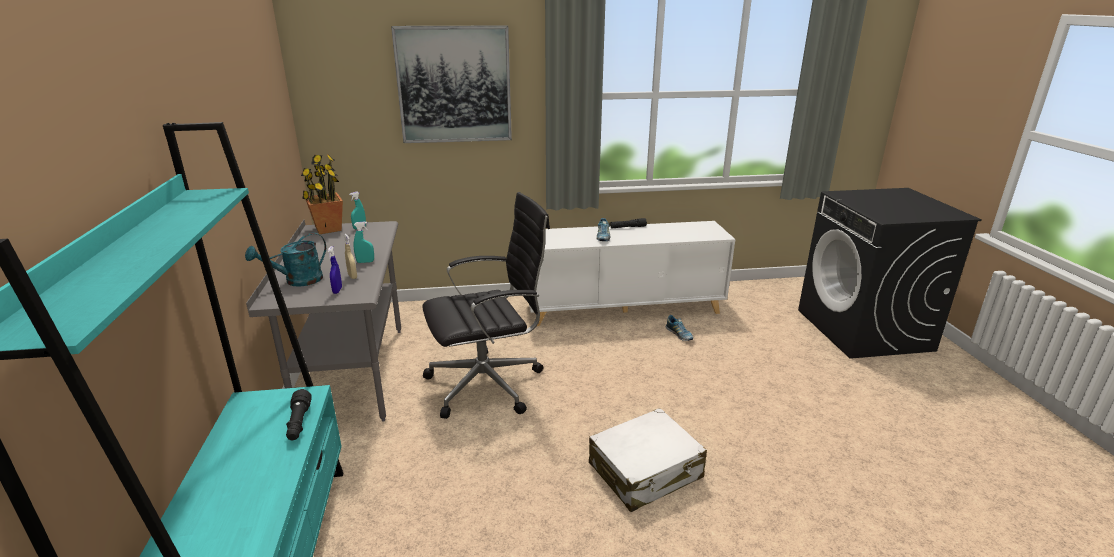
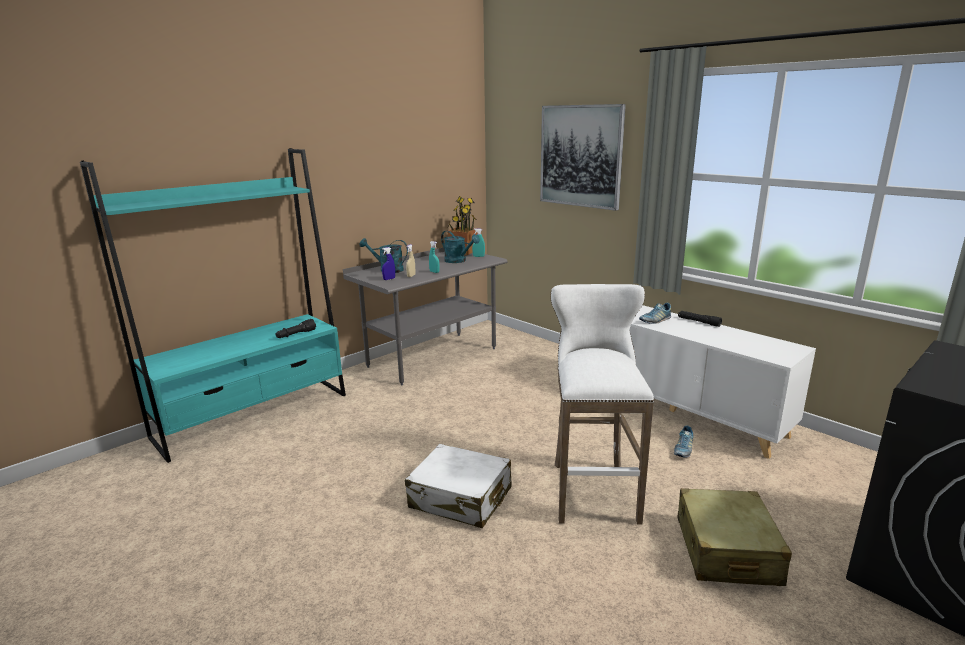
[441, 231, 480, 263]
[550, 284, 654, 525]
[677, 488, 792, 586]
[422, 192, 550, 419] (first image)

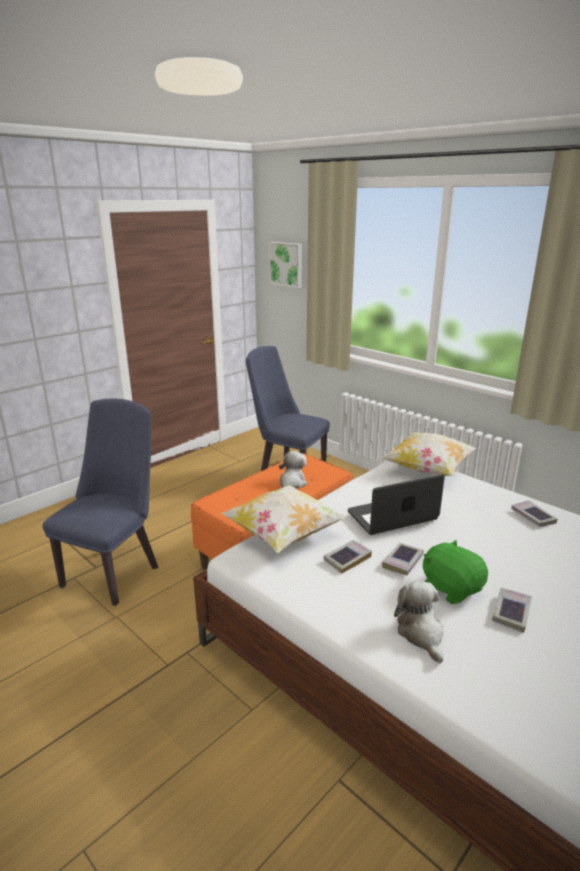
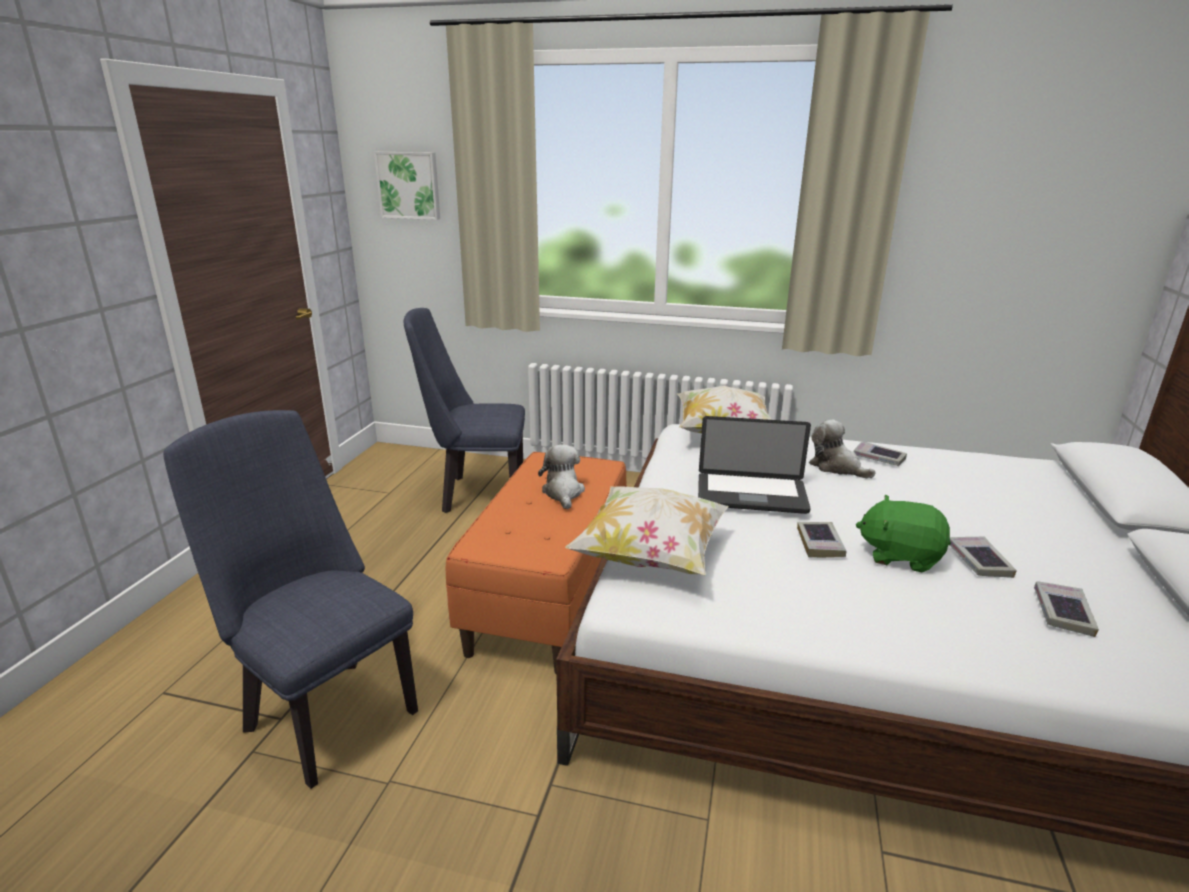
[163, 410, 418, 789]
[698, 416, 811, 514]
[809, 420, 876, 478]
[1034, 581, 1099, 637]

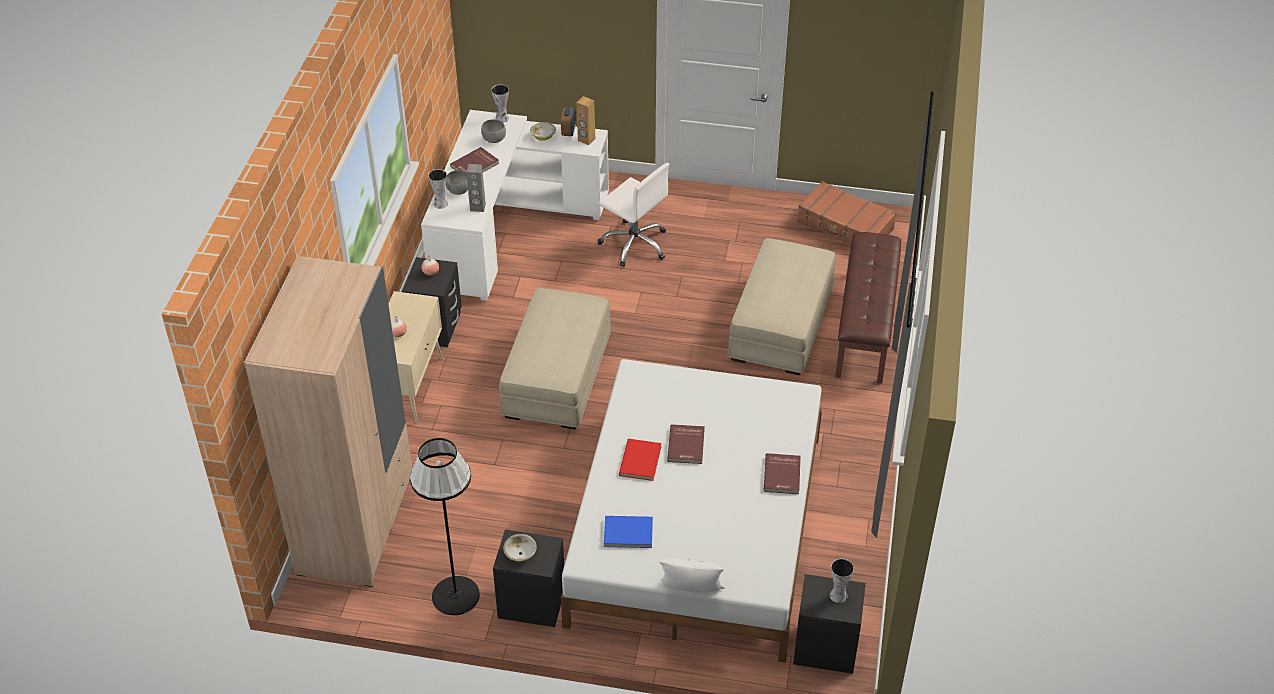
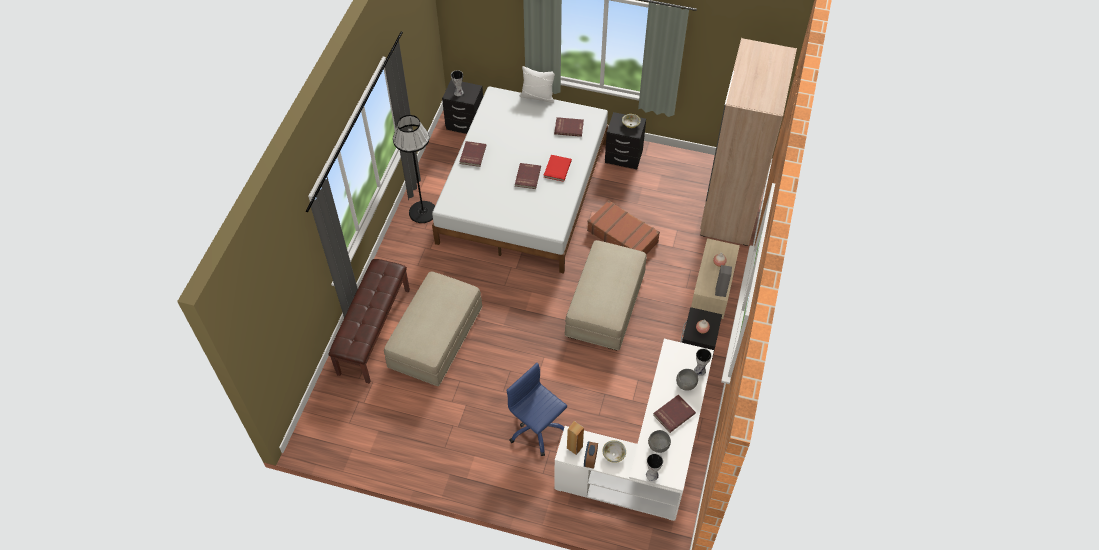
[393, 115, 435, 223]
[506, 363, 567, 456]
[554, 117, 584, 137]
[587, 200, 660, 254]
[715, 265, 732, 297]

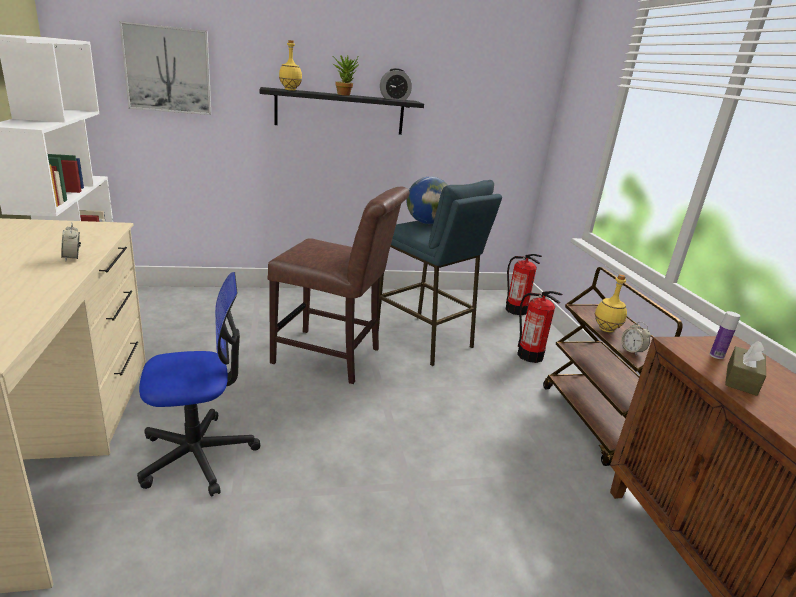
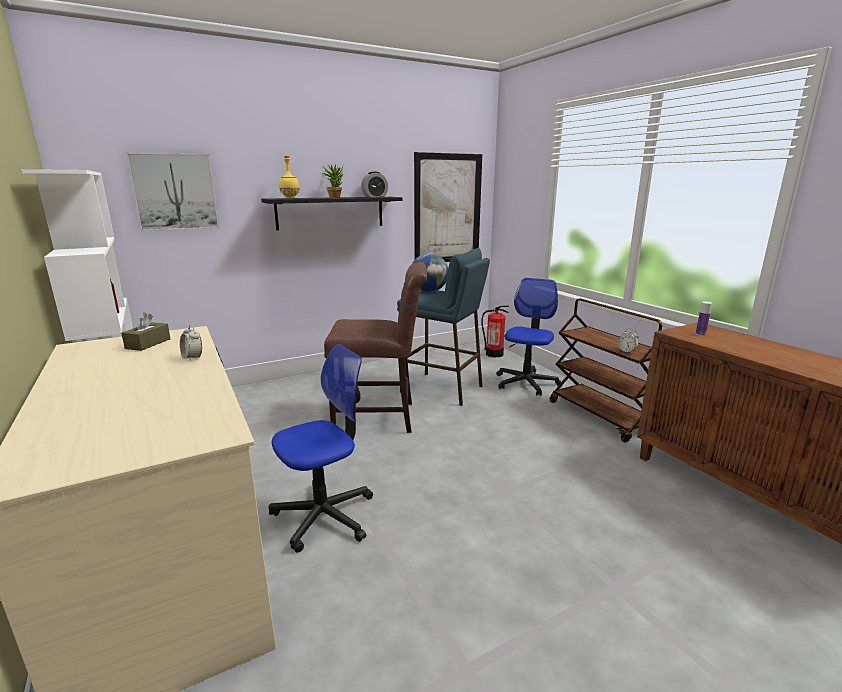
[121, 312, 171, 351]
[414, 152, 482, 262]
[496, 278, 561, 396]
[595, 274, 627, 332] (first image)

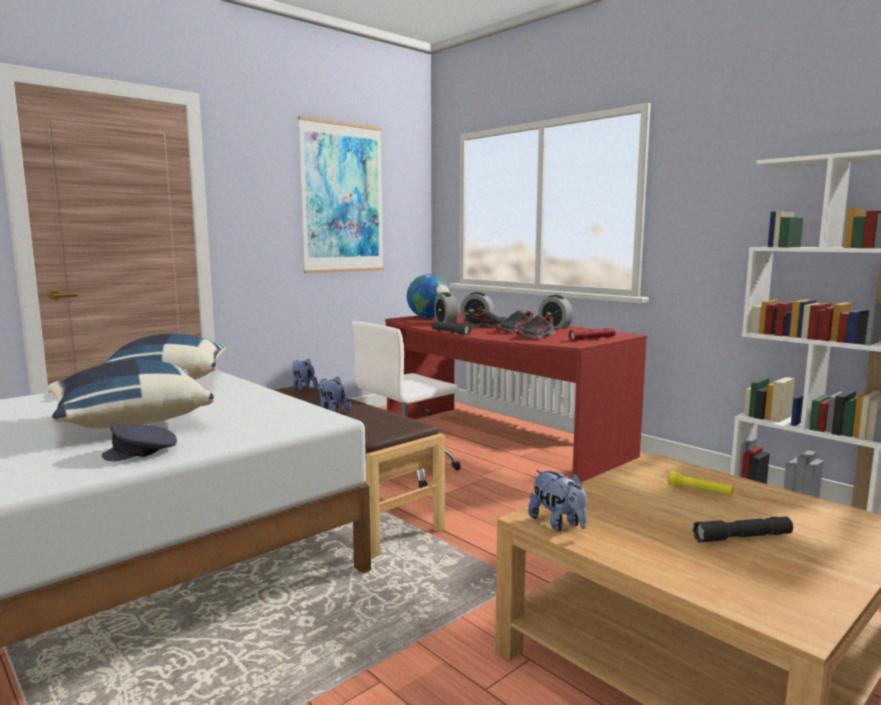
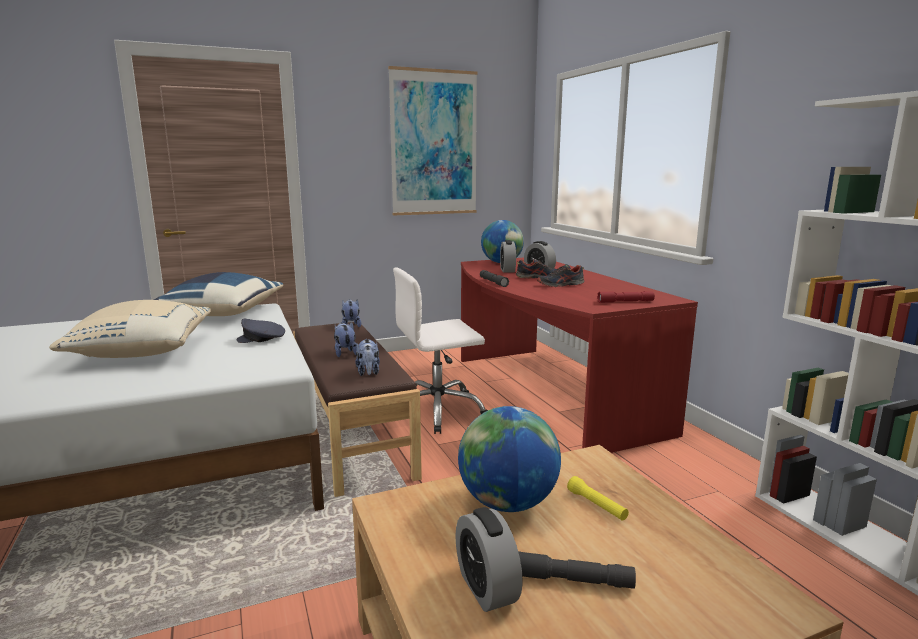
[49, 300, 211, 358]
[237, 318, 285, 343]
[355, 339, 380, 376]
[455, 507, 523, 612]
[458, 406, 561, 512]
[516, 315, 555, 339] (first image)

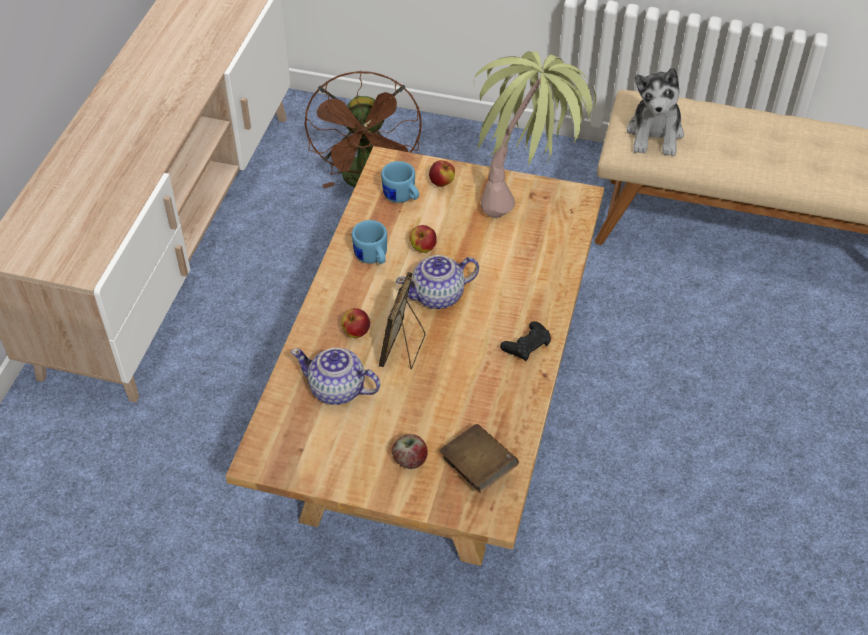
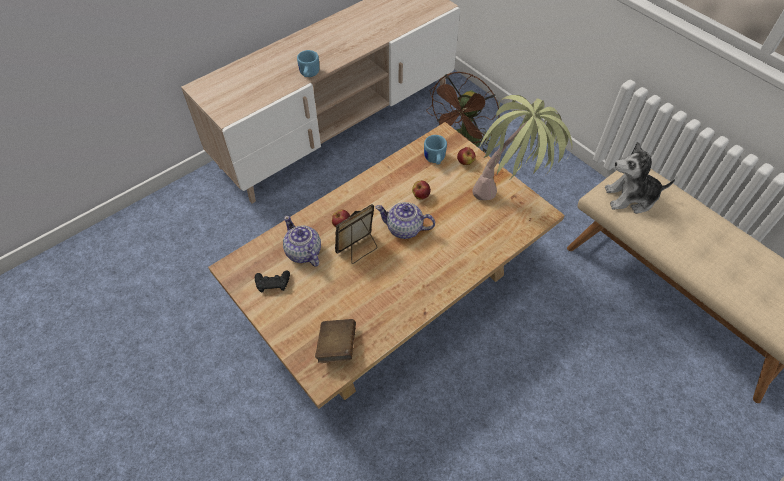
[255, 270, 290, 293]
[297, 50, 319, 77]
[605, 142, 675, 214]
[392, 434, 428, 469] (first image)

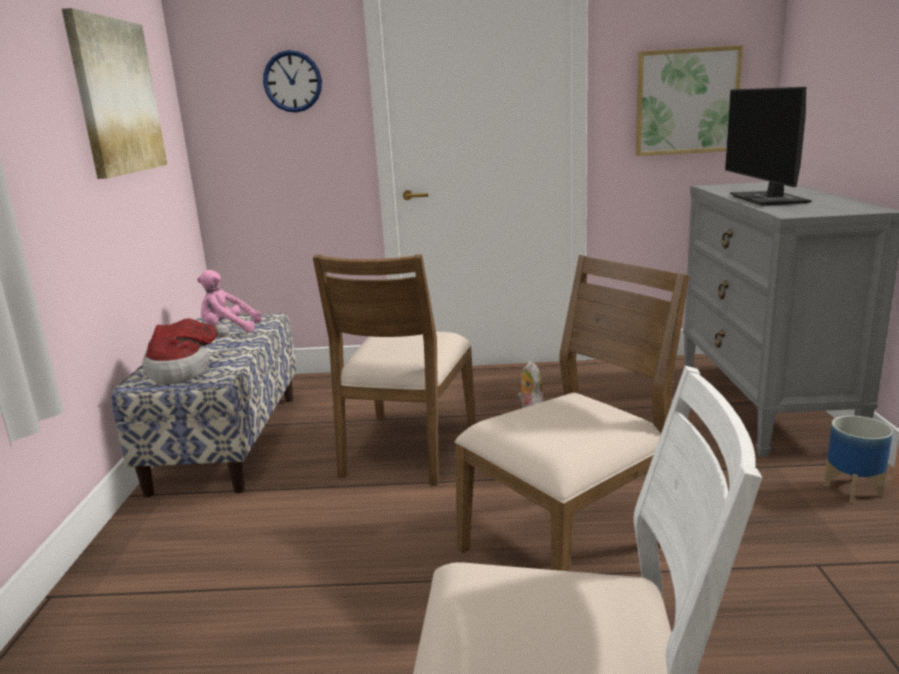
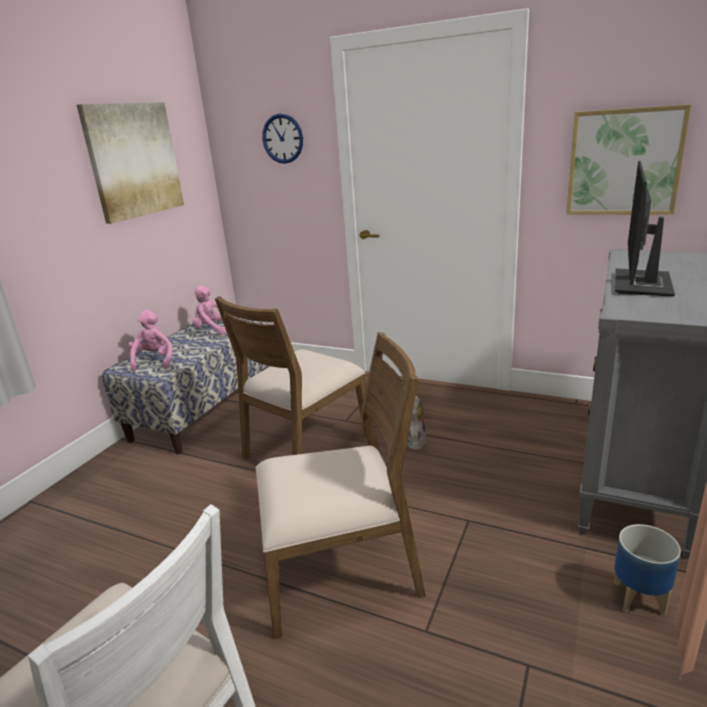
[128, 310, 172, 371]

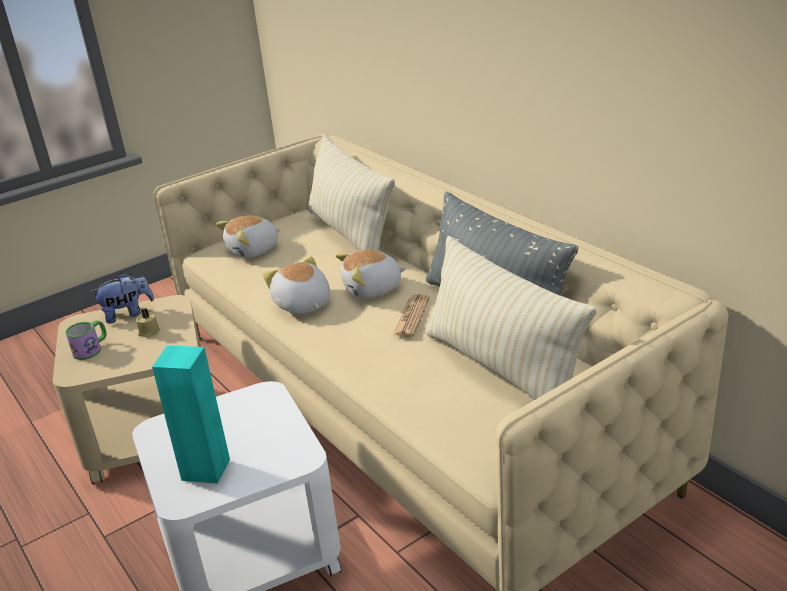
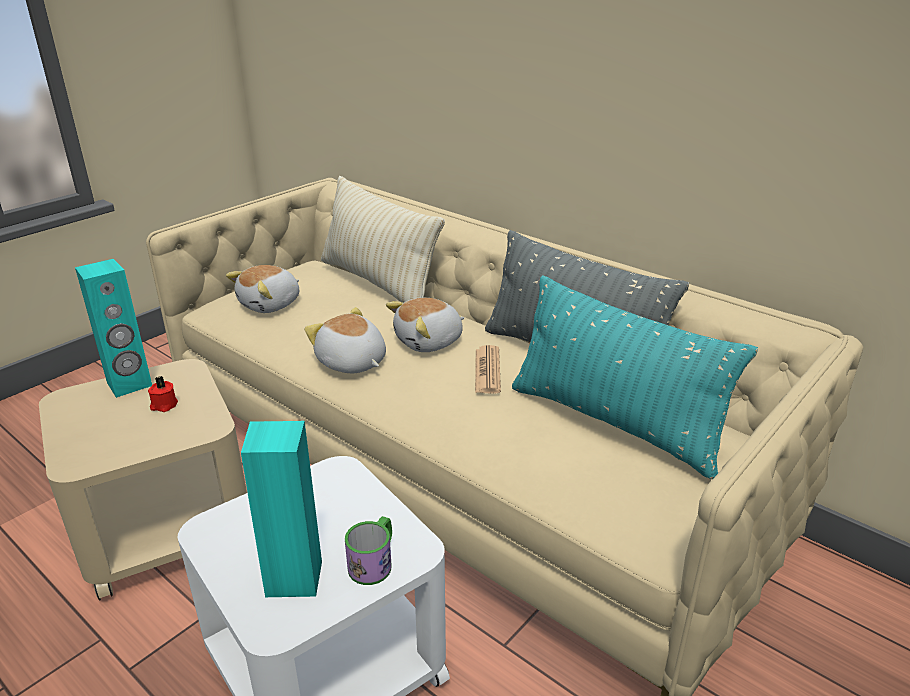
[75, 259, 152, 398]
[148, 376, 178, 412]
[345, 516, 392, 585]
[512, 275, 758, 479]

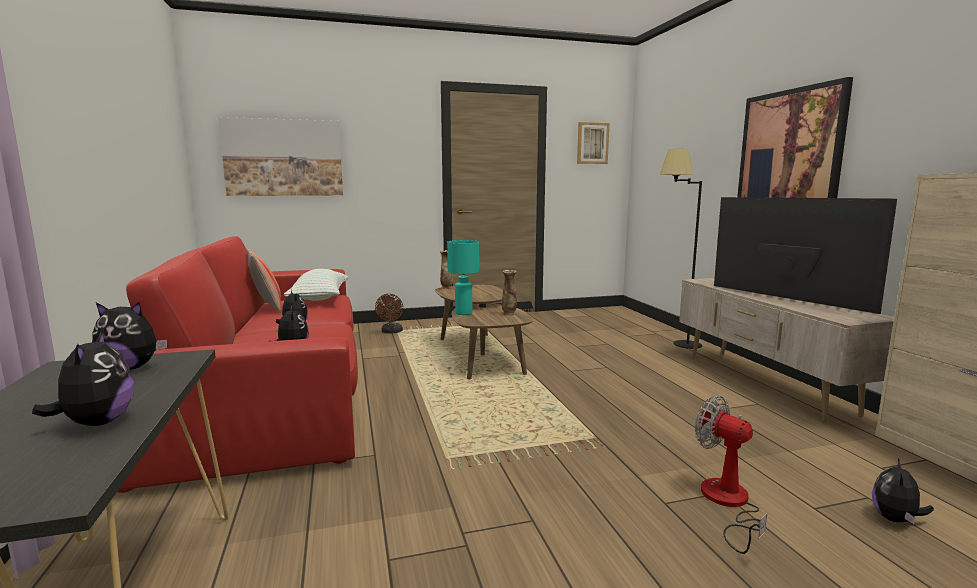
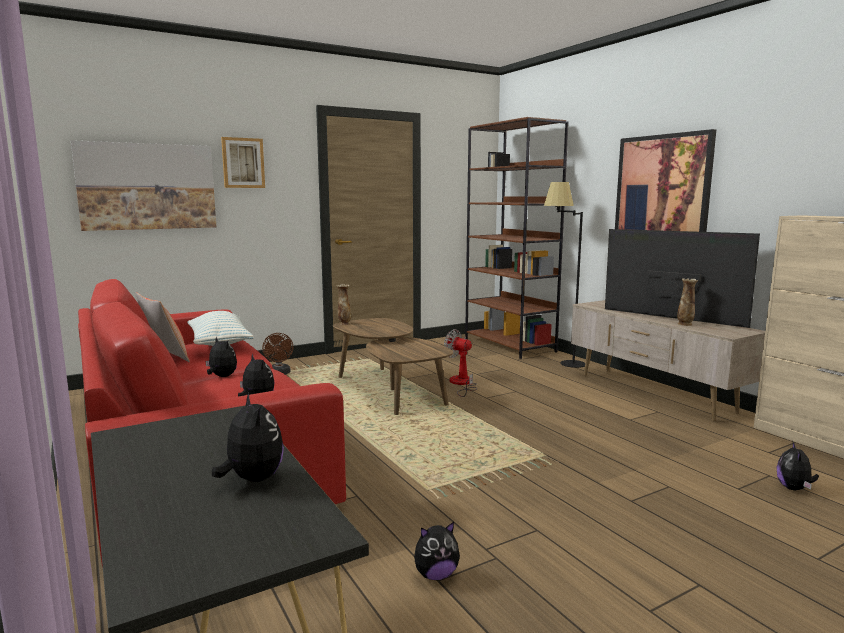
[221, 137, 265, 188]
[414, 522, 460, 580]
[444, 329, 477, 397]
[465, 117, 569, 359]
[677, 278, 698, 326]
[447, 240, 479, 315] (first image)

